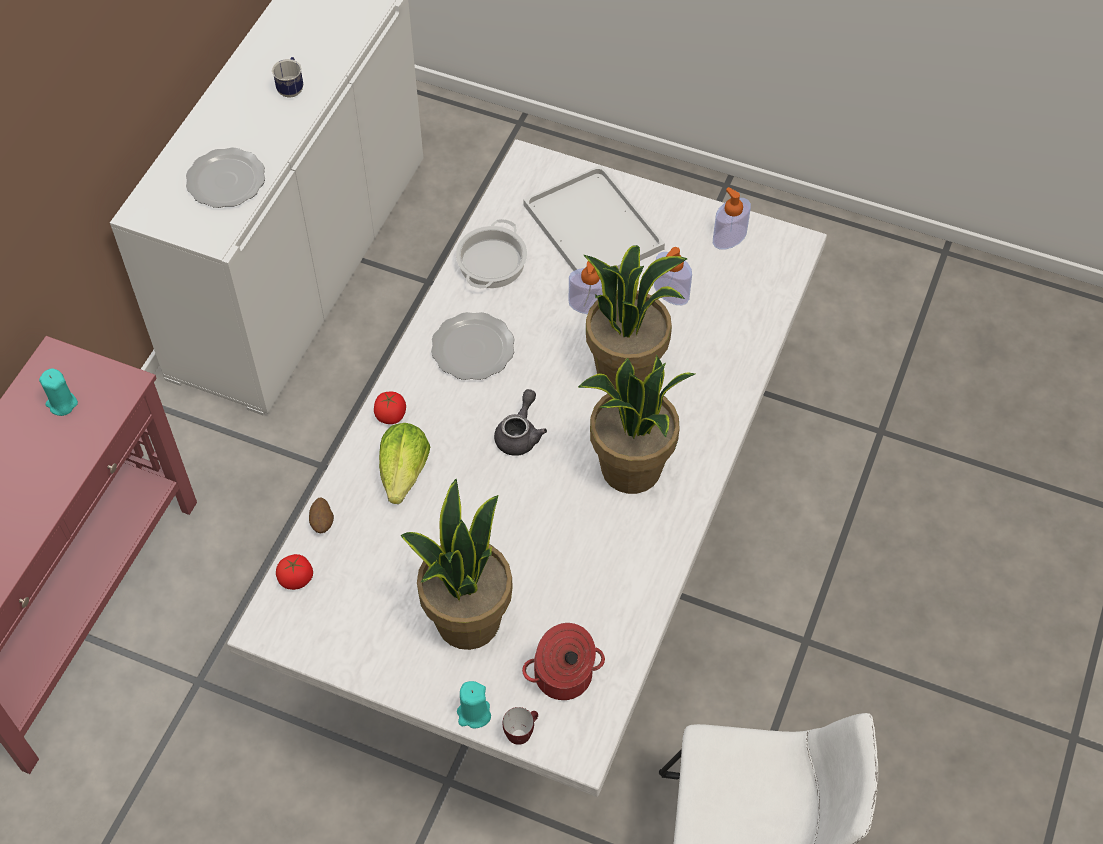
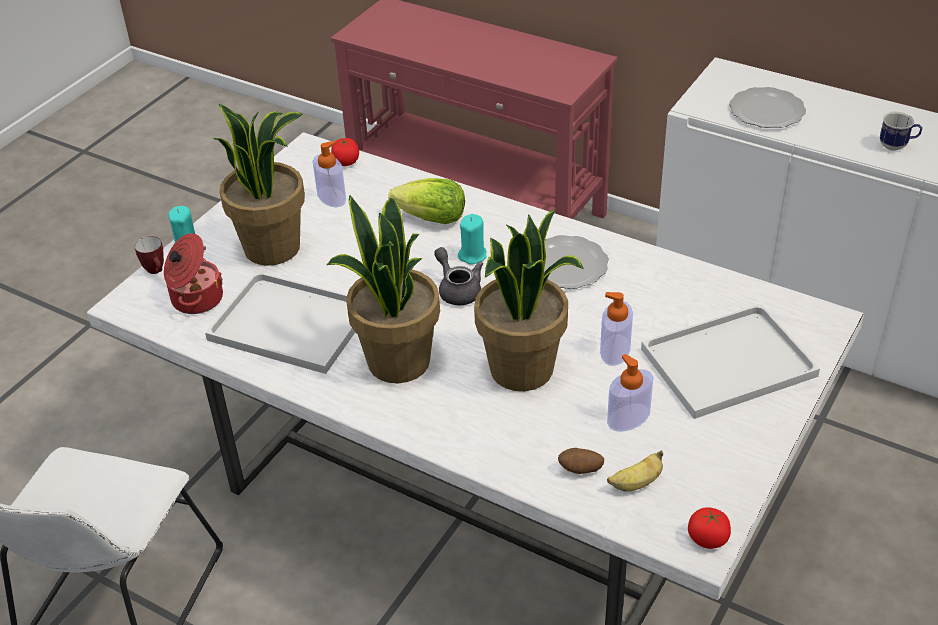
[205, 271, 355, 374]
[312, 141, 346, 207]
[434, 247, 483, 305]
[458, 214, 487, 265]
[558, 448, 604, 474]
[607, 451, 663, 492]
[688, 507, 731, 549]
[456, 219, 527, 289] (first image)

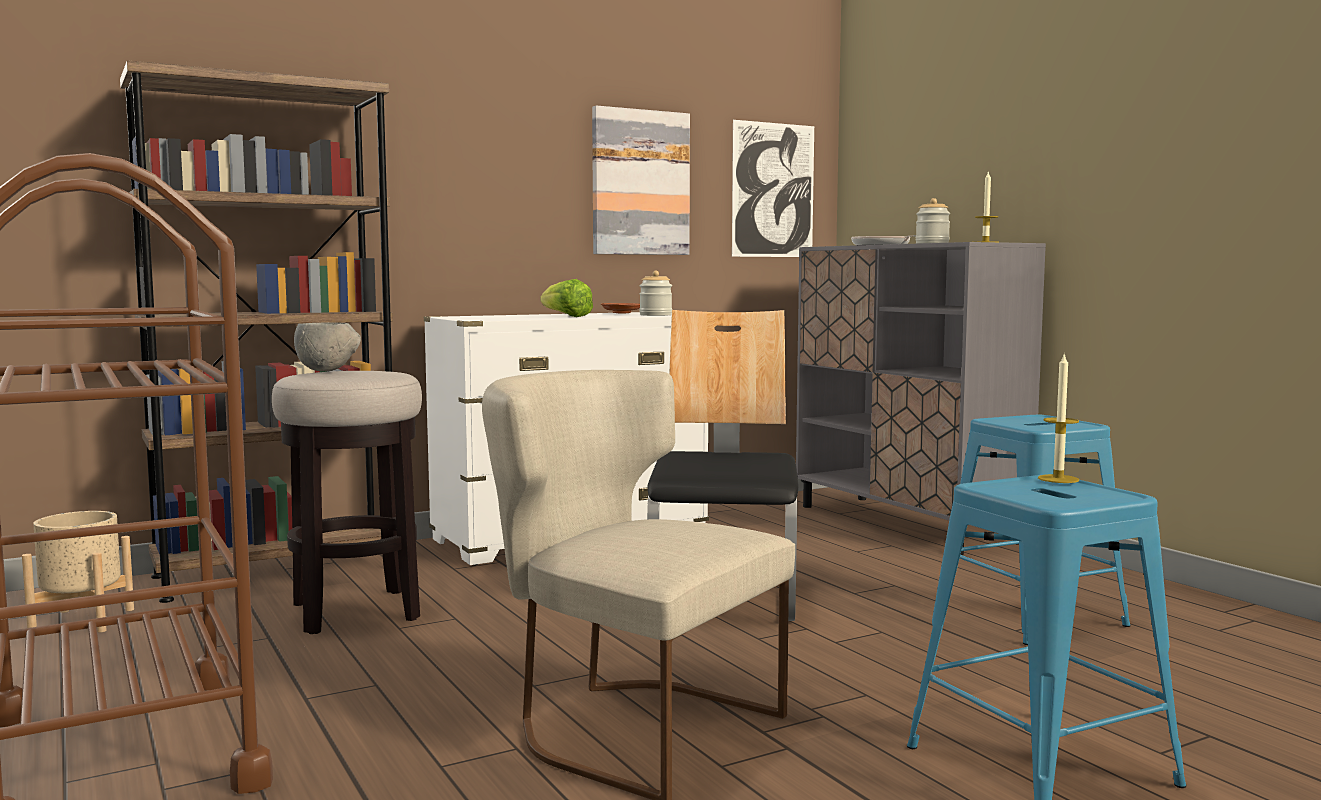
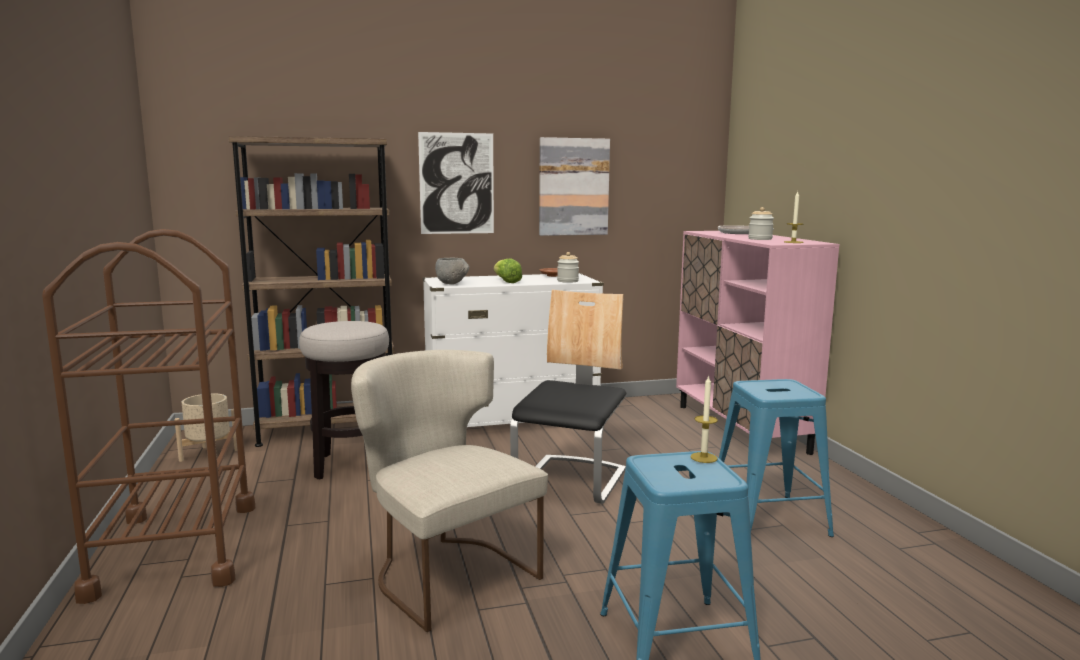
[418, 132, 494, 234]
[435, 258, 469, 284]
[676, 231, 840, 455]

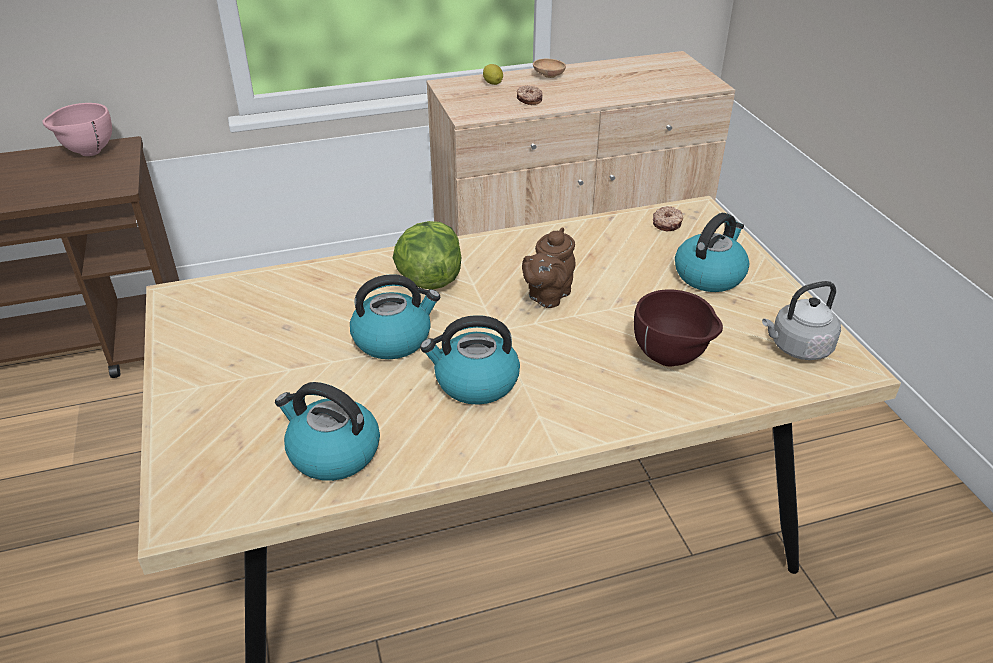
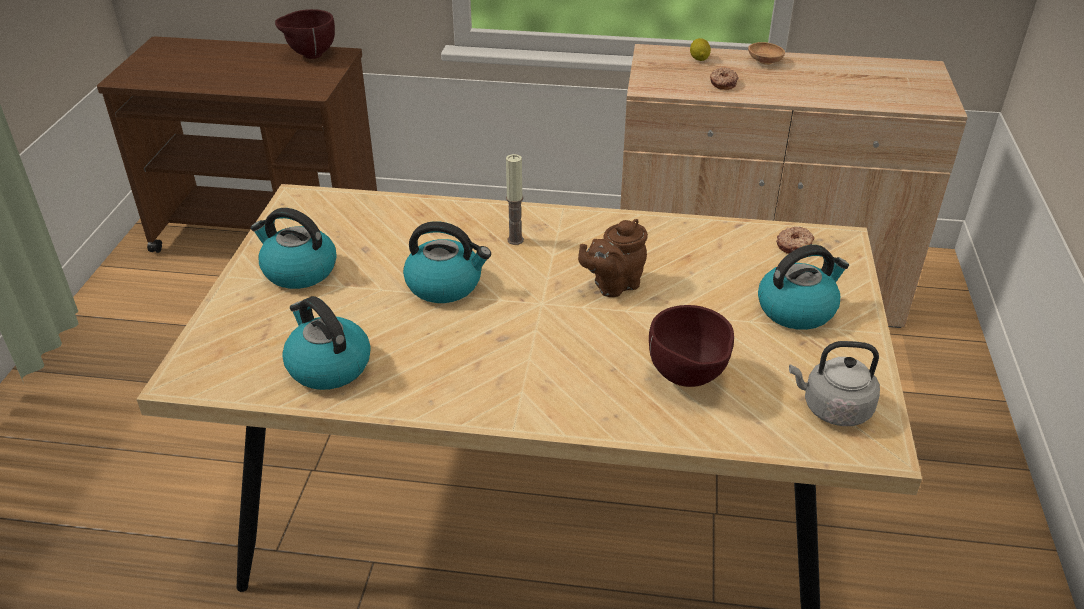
[251, 208, 337, 289]
[275, 9, 335, 59]
[506, 154, 524, 245]

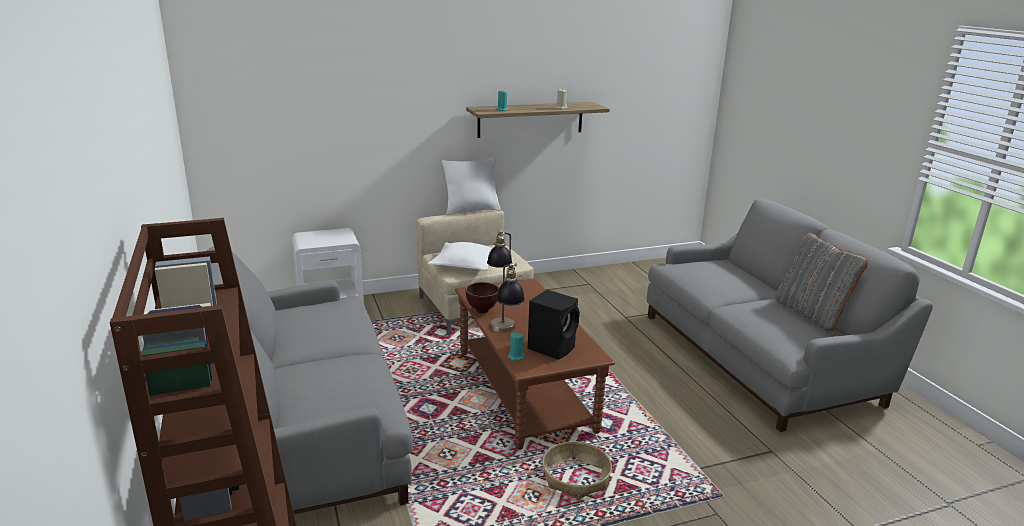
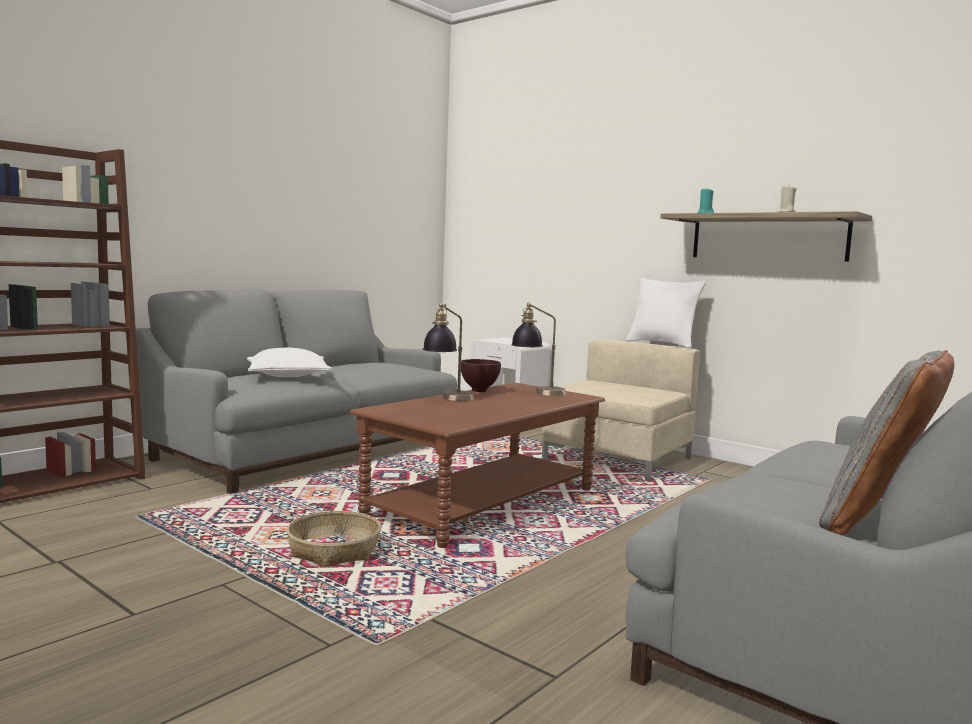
[247, 348, 332, 377]
[508, 332, 525, 361] (first image)
[528, 290, 580, 360] (first image)

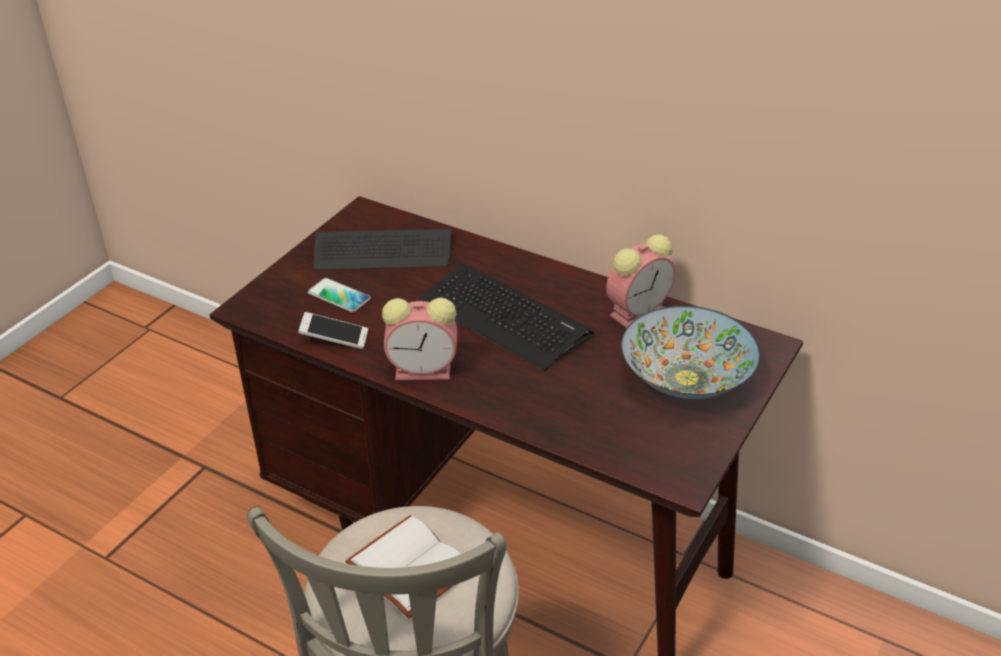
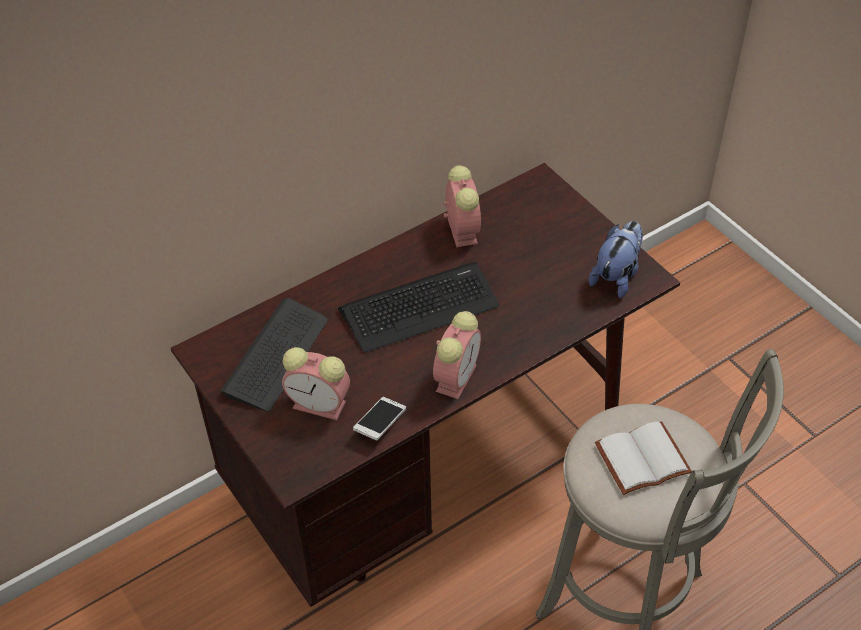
[282, 347, 350, 420]
[589, 221, 643, 298]
[621, 306, 760, 399] (first image)

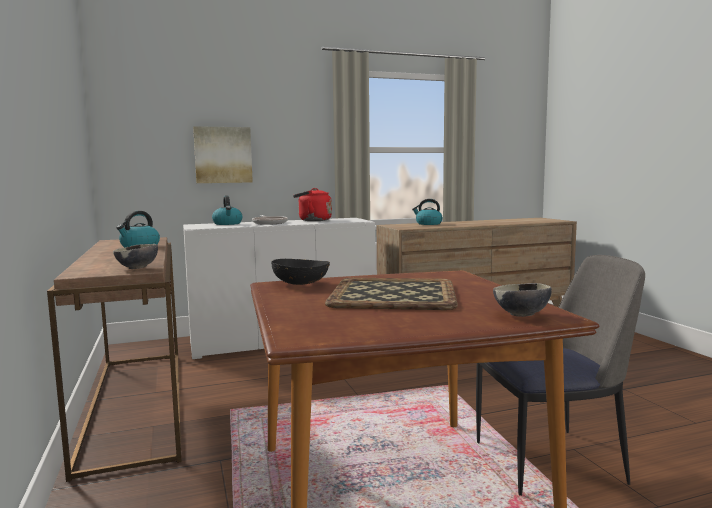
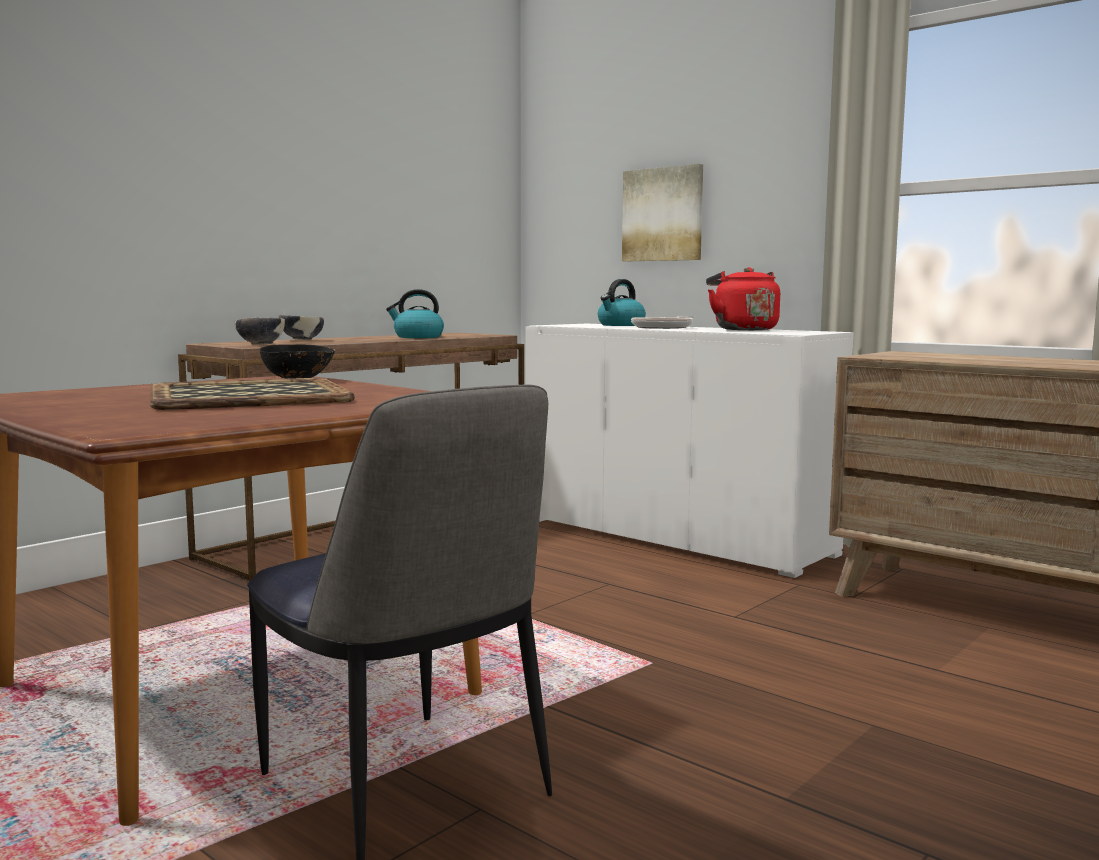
[279, 315, 324, 340]
[412, 199, 443, 225] (first image)

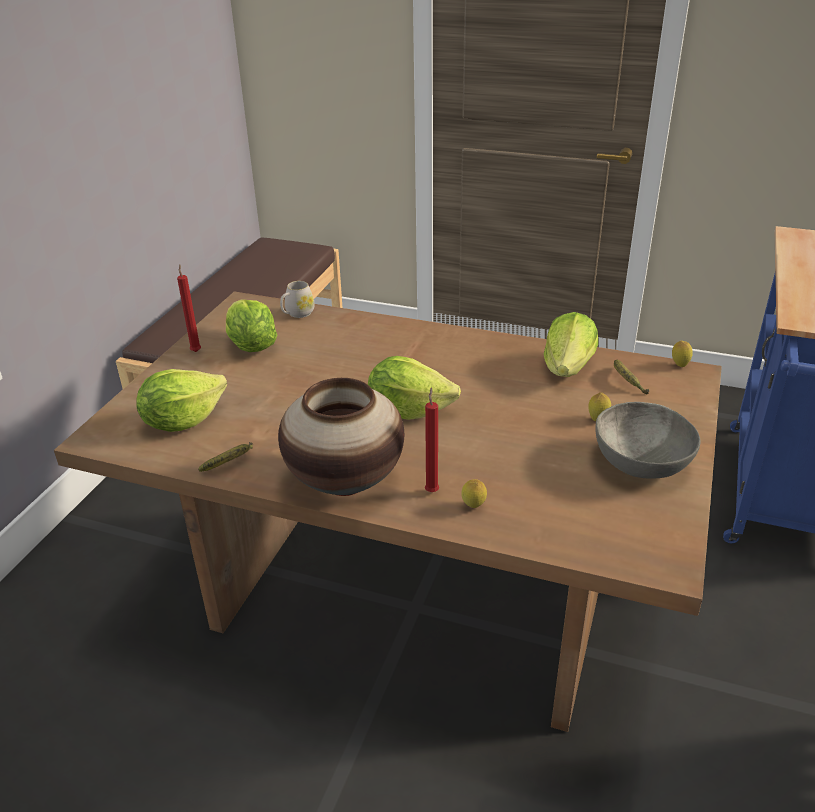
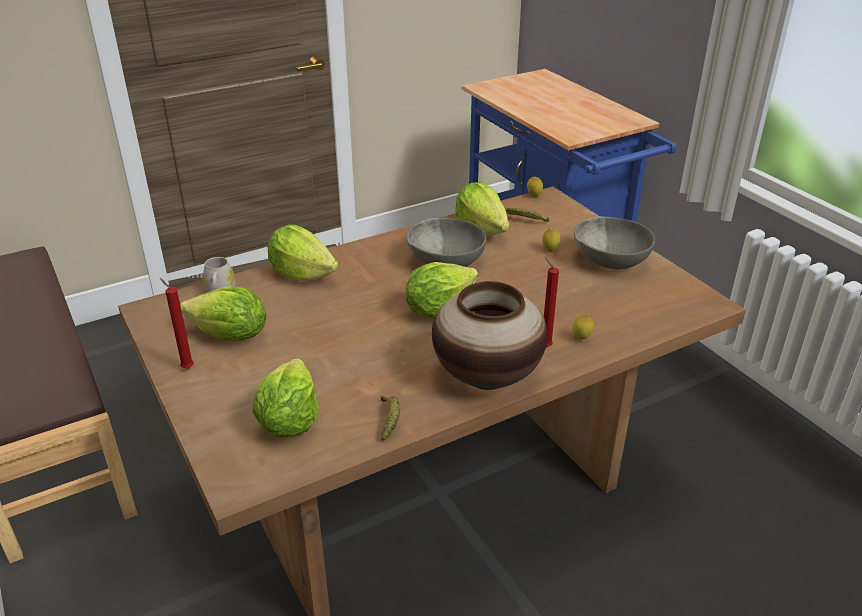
[268, 224, 338, 281]
[407, 218, 486, 267]

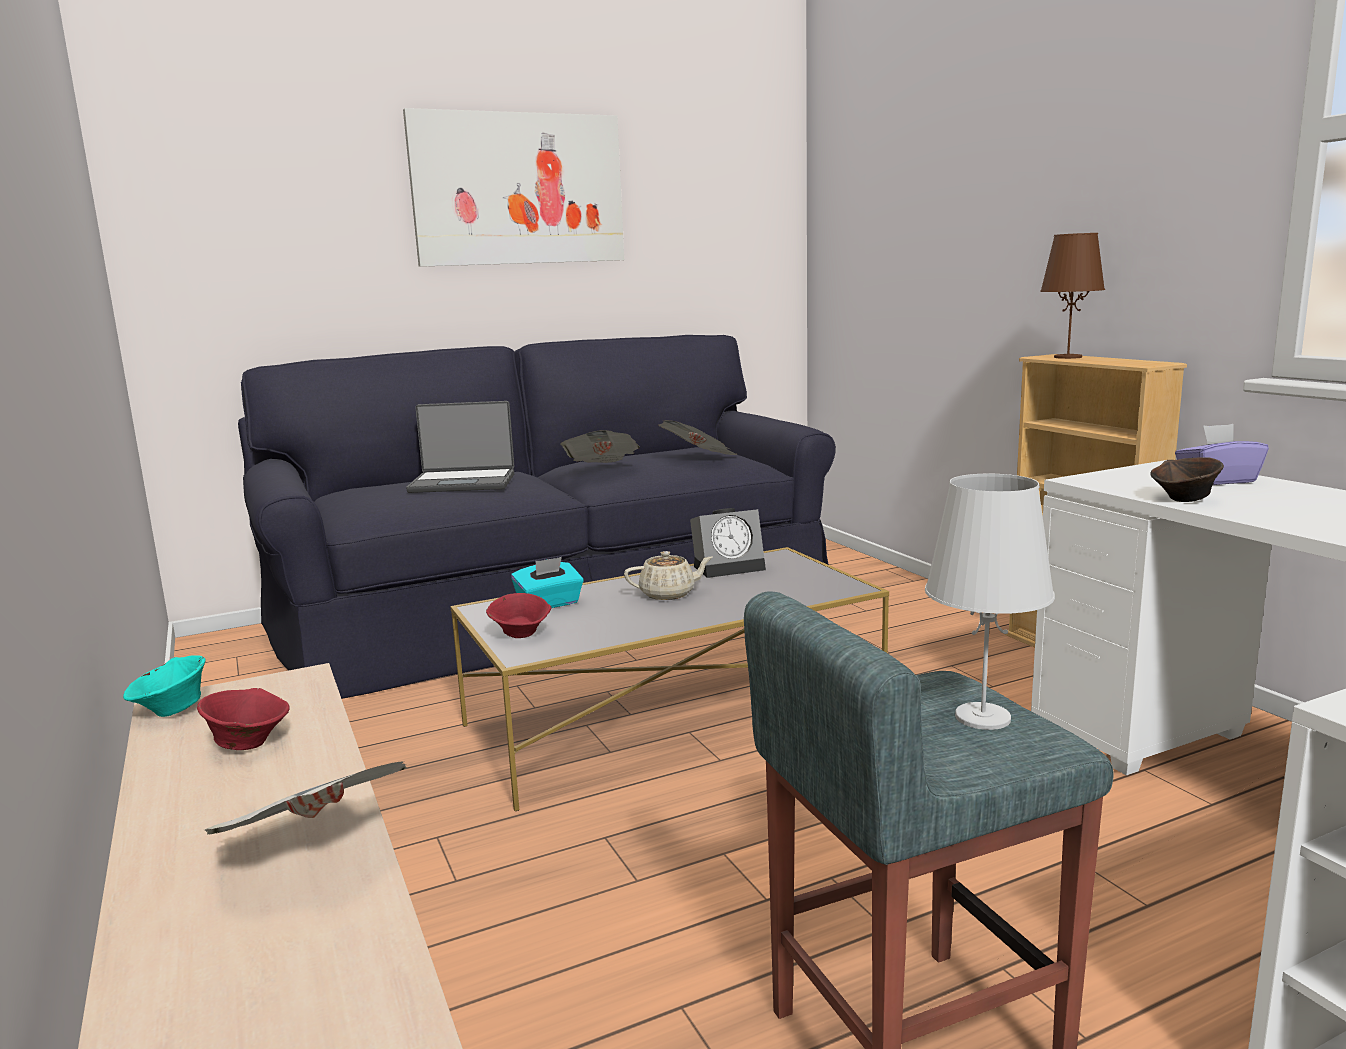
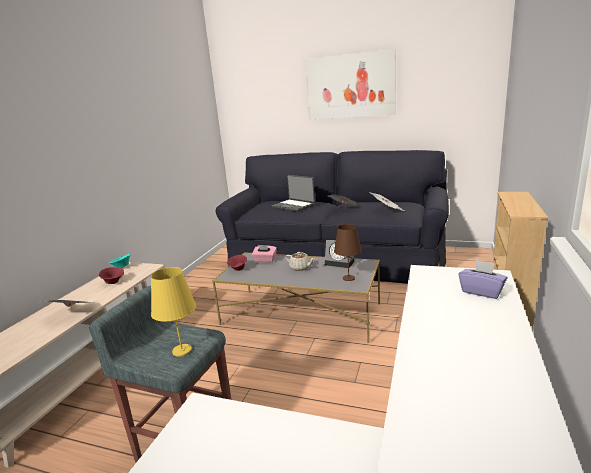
[151, 267, 196, 357]
[252, 245, 277, 262]
[334, 224, 362, 281]
[1150, 457, 1224, 502] (first image)

